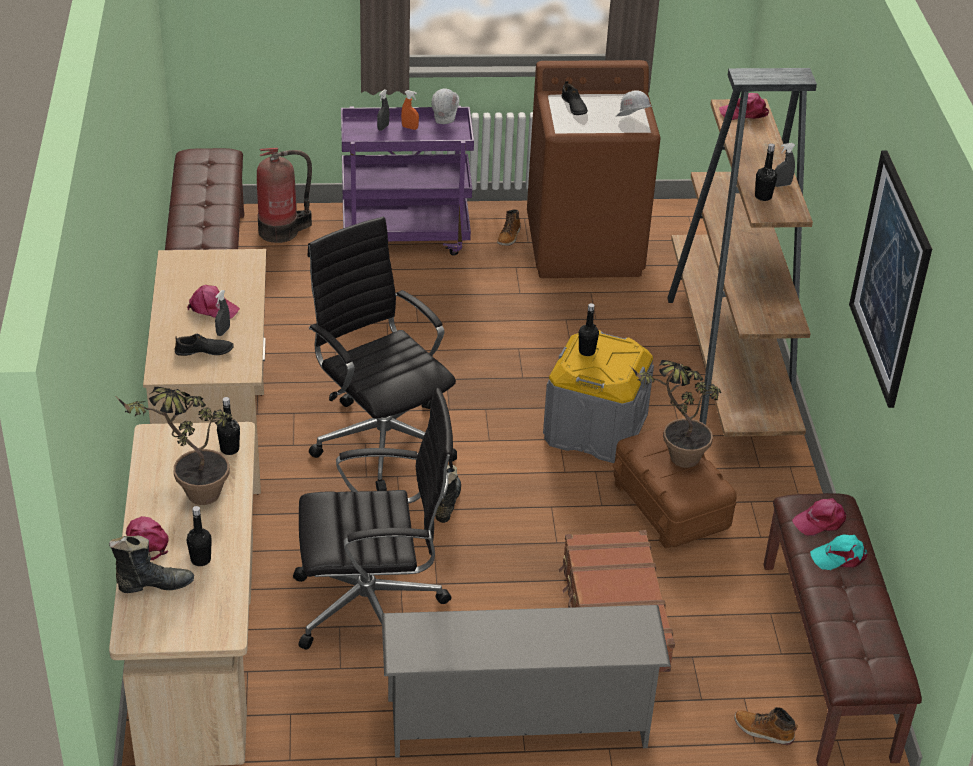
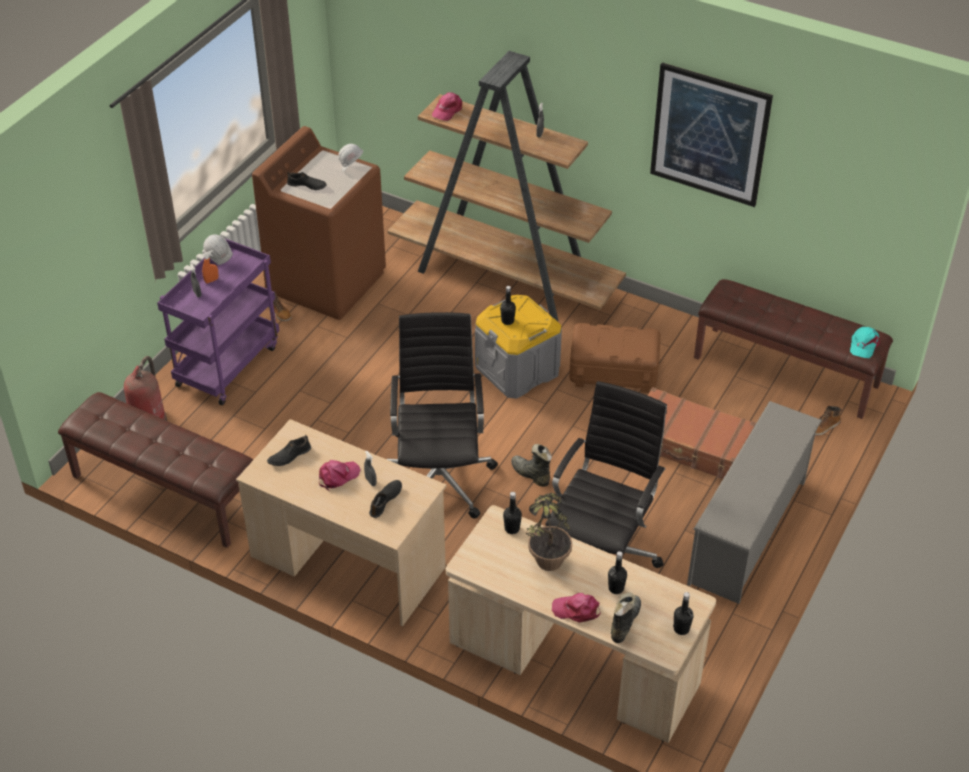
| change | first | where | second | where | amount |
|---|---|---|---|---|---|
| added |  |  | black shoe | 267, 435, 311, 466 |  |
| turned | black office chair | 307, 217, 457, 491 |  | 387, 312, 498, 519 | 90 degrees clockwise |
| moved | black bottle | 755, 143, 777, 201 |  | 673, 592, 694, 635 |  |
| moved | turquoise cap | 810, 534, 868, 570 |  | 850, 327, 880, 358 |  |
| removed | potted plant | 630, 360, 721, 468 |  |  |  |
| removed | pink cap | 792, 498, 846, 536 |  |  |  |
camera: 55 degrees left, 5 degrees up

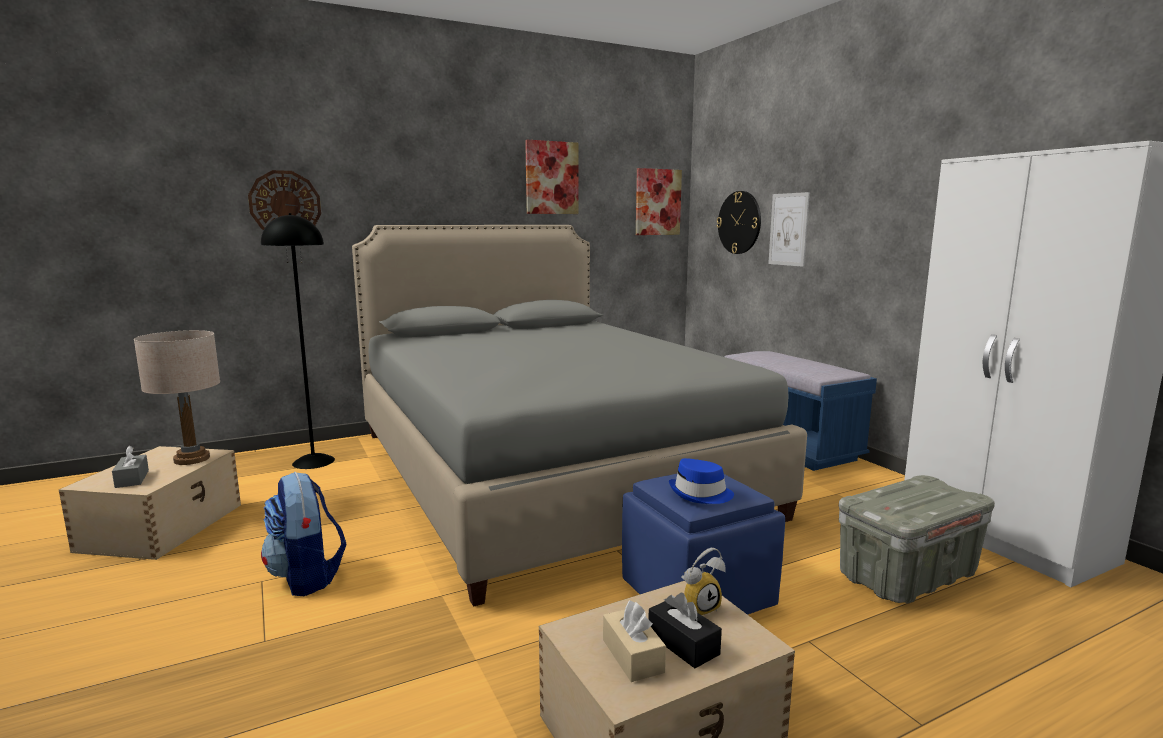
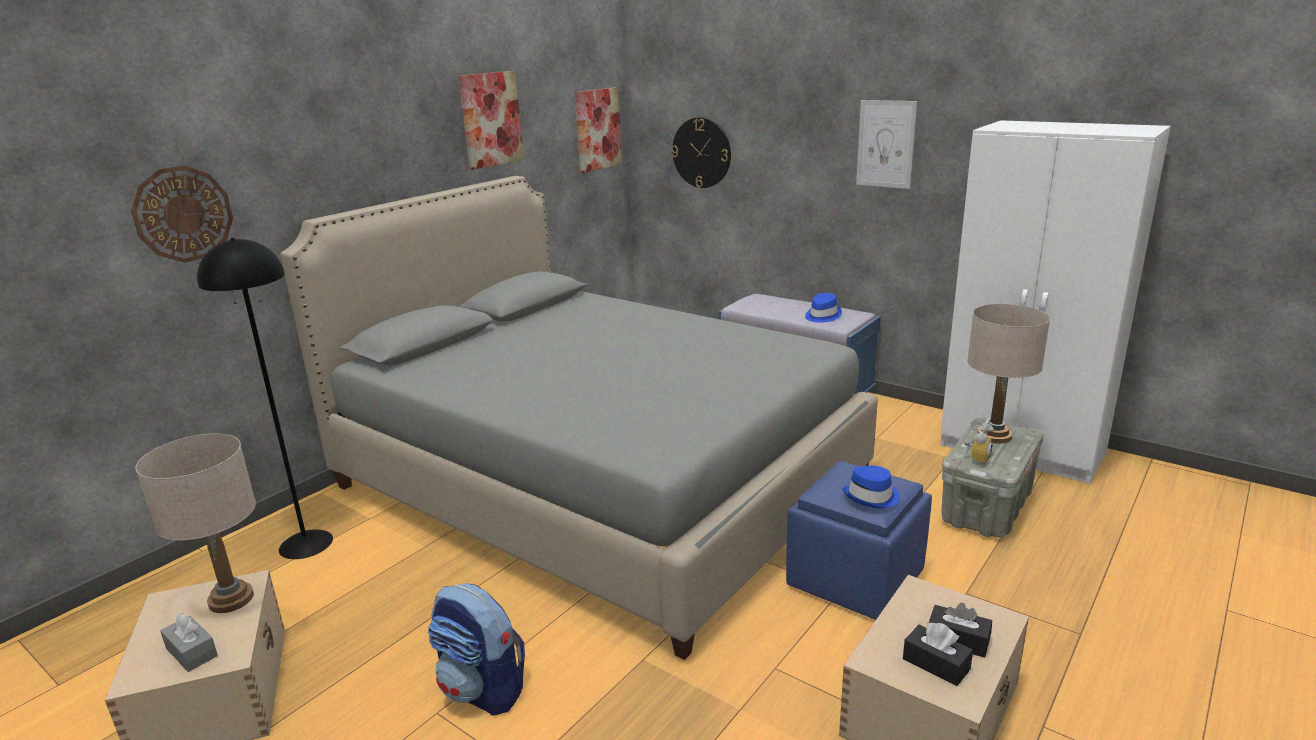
| change | first | where | second | where | amount |
|---|---|---|---|---|---|
| added |  |  | blue hat | 805, 293, 842, 323 |  |
| moved | picture | 768, 192, 810, 267 |  | 856, 100, 917, 189 |  |
| recoloured | beige tissue box | 603, 600, 666, 682 | black tissue box | 903, 623, 973, 686 |  |
| moved | alarm clock | 681, 548, 726, 615 |  | 964, 418, 994, 464 |  |
| added |  |  | beige table lamp | 967, 304, 1050, 444 |  |
camera: 25 degrees left, 10 degrees up

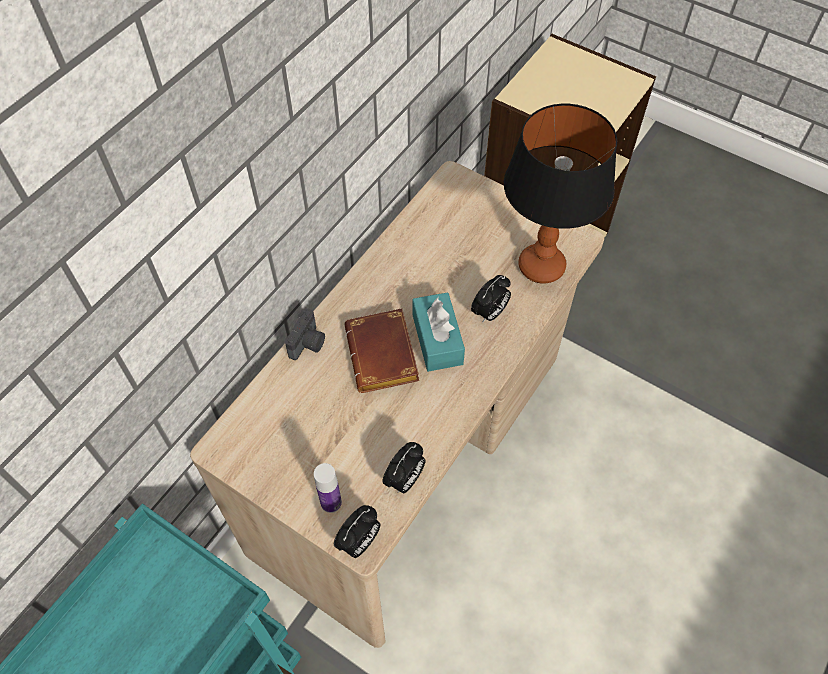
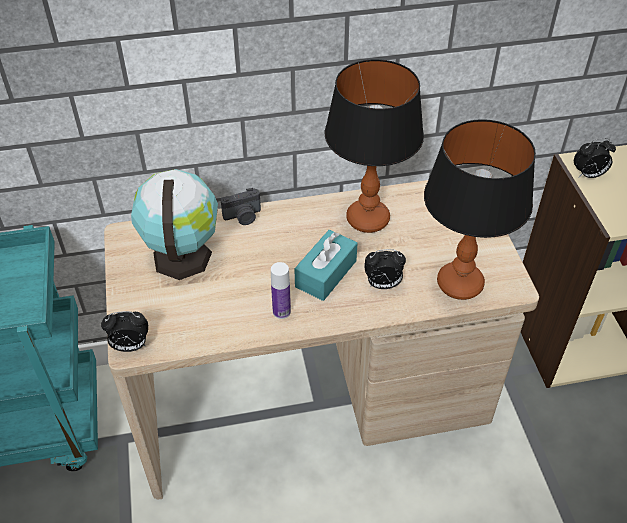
| change | first | where | second | where | amount |
|---|---|---|---|---|---|
| added |  |  | globe | 131, 169, 218, 280 |  |
| moved | bottle | 314, 463, 342, 513 |  | 271, 262, 291, 319 |  |
| added |  |  | table lamp | 325, 59, 424, 233 |  |
| moved | alarm clock | 382, 442, 426, 493 |  | 574, 138, 616, 178 |  |
| removed | brown book | 344, 308, 419, 393 |  |  |  |
camera: 45 degrees right, 10 degrees down

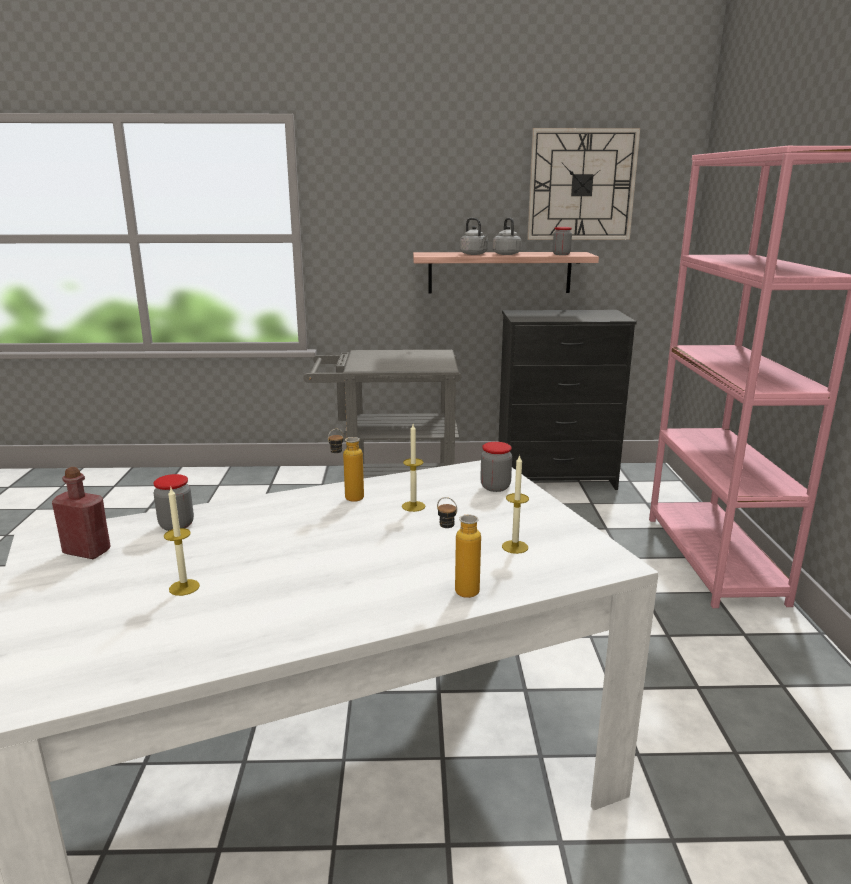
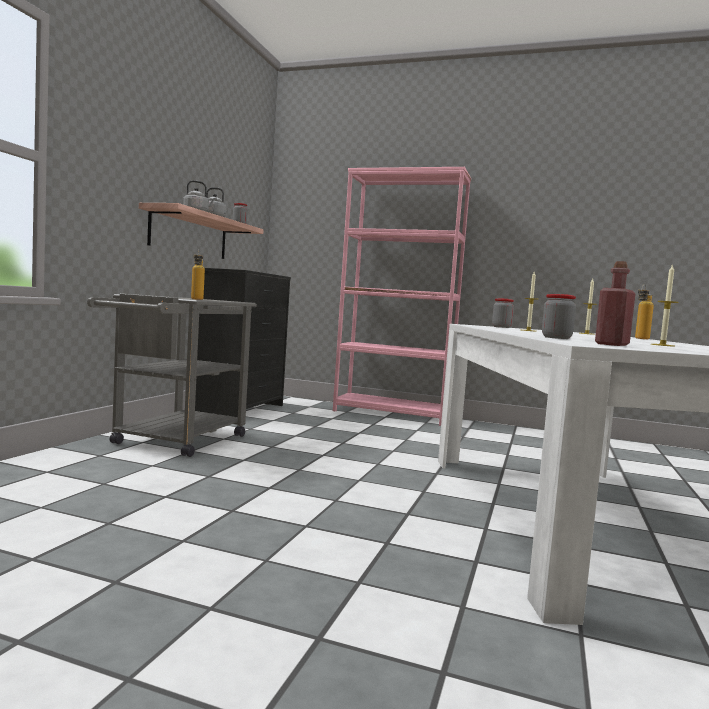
| change | first | where | second | where | amount |
|---|---|---|---|---|---|
| moved | bottle | 328, 429, 364, 502 |  | 191, 250, 205, 300 |  |
| removed | wall clock | 527, 128, 640, 240 |  |  |  |
camera: 70 degrees left, 15 degrees down

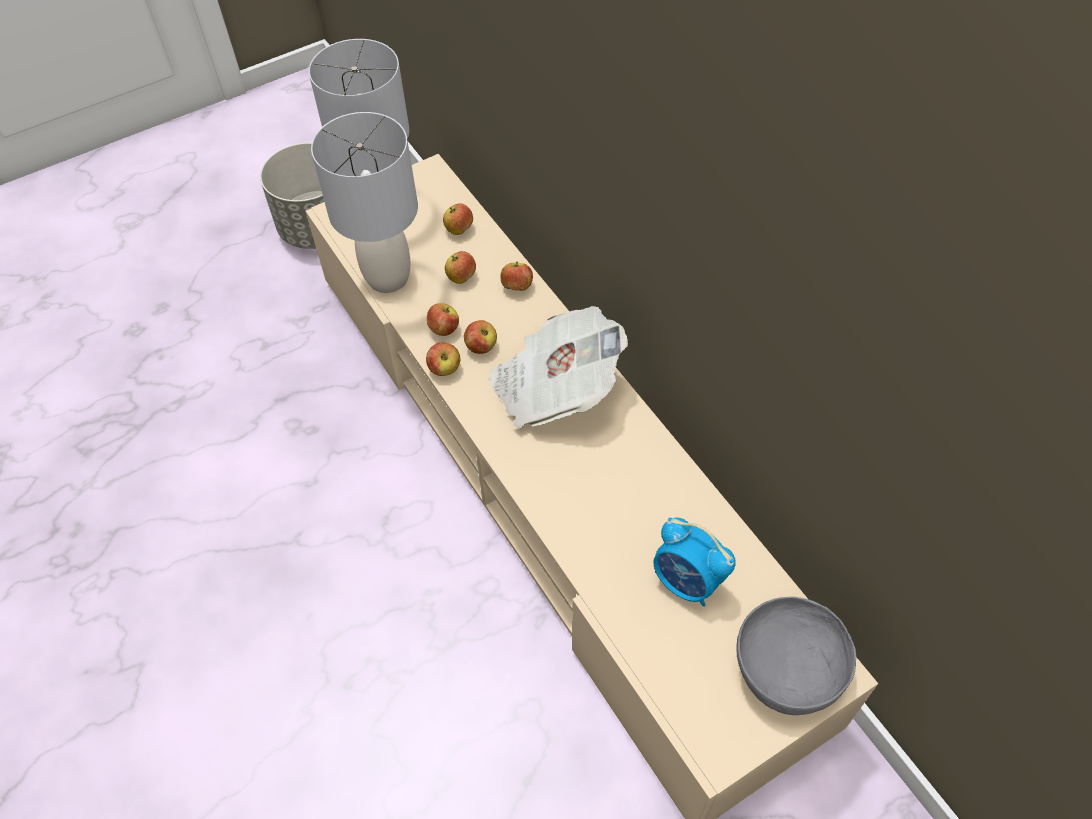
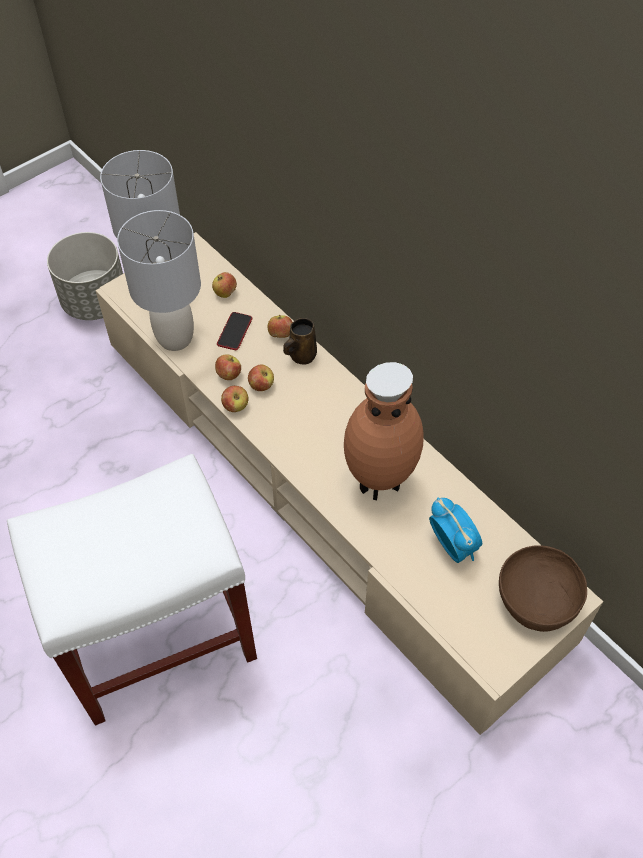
| change | first | where | second | where | amount |
|---|---|---|---|---|---|
| added |  |  | white stool | 7, 454, 257, 725 |  |
| replaced | apple | 445, 251, 476, 284 | phone | 217, 312, 252, 350 |  |
| added |  |  | brown mug | 283, 318, 317, 364 |  |
| added |  |  | brown vase | 344, 362, 424, 500 |  |
| turned | alarm clock | 653, 517, 736, 607 |  | 429, 498, 482, 563 | 150 degrees counterclockwise |
| recoloured | grey bowl | 736, 597, 856, 715 | brown bowl | 499, 545, 587, 632 |  |
| removed | newspaper | 488, 306, 628, 429 |  |  |  |
camera: 10 degrees left, 0 degrees up

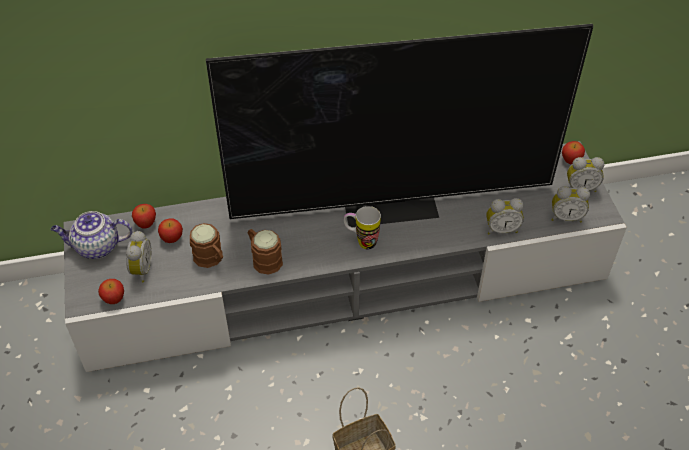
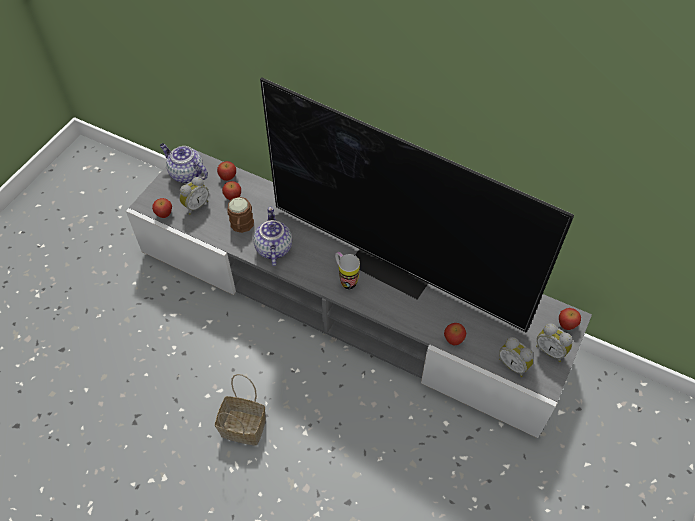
| change | first | where | second | where | amount |
|---|---|---|---|---|---|
| replaced | brown mug | 247, 229, 283, 275 | teapot | 253, 206, 292, 266 |  |
| replaced | alarm clock | 486, 198, 524, 235 | apple | 444, 323, 466, 346 |  |
camera: 40 degrees right, 5 degrees up

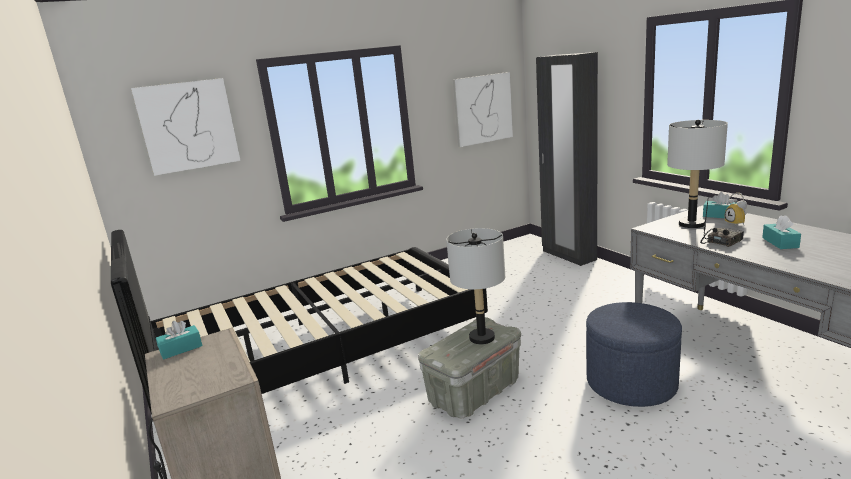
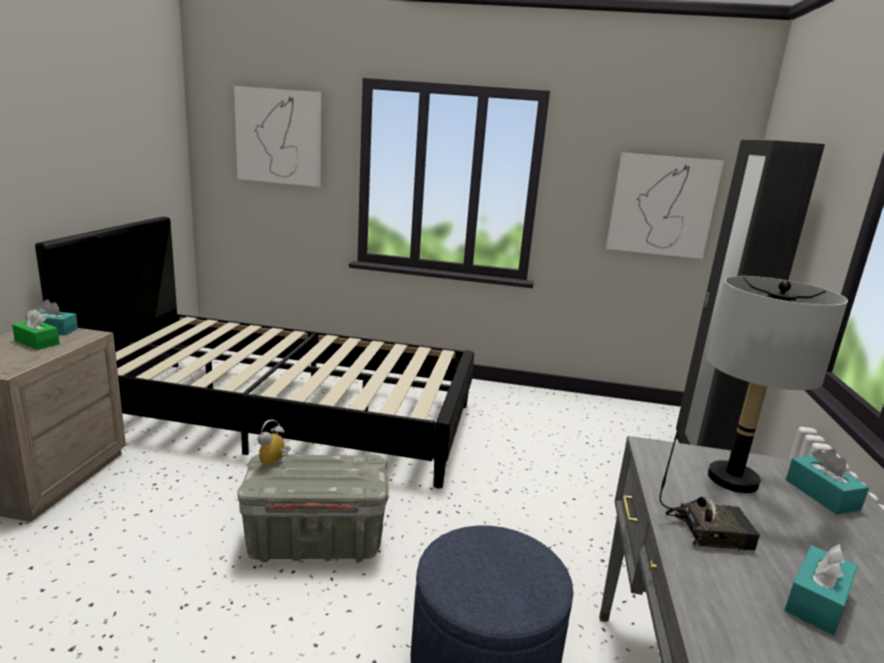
| change | first | where | second | where | amount |
|---|---|---|---|---|---|
| added |  |  | green tissue box | 12, 309, 60, 350 |  |
| moved | alarm clock | 725, 193, 747, 225 |  | 257, 419, 291, 468 |  |
| removed | grey table lamp | 446, 228, 505, 344 |  |  |  |
camera: 35 degrees right, 0 degrees up

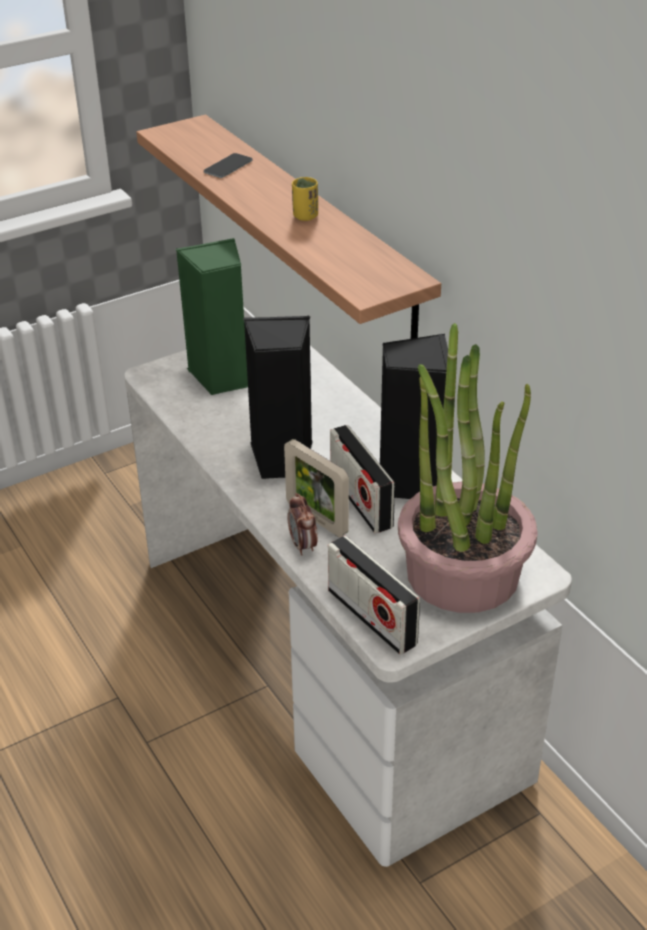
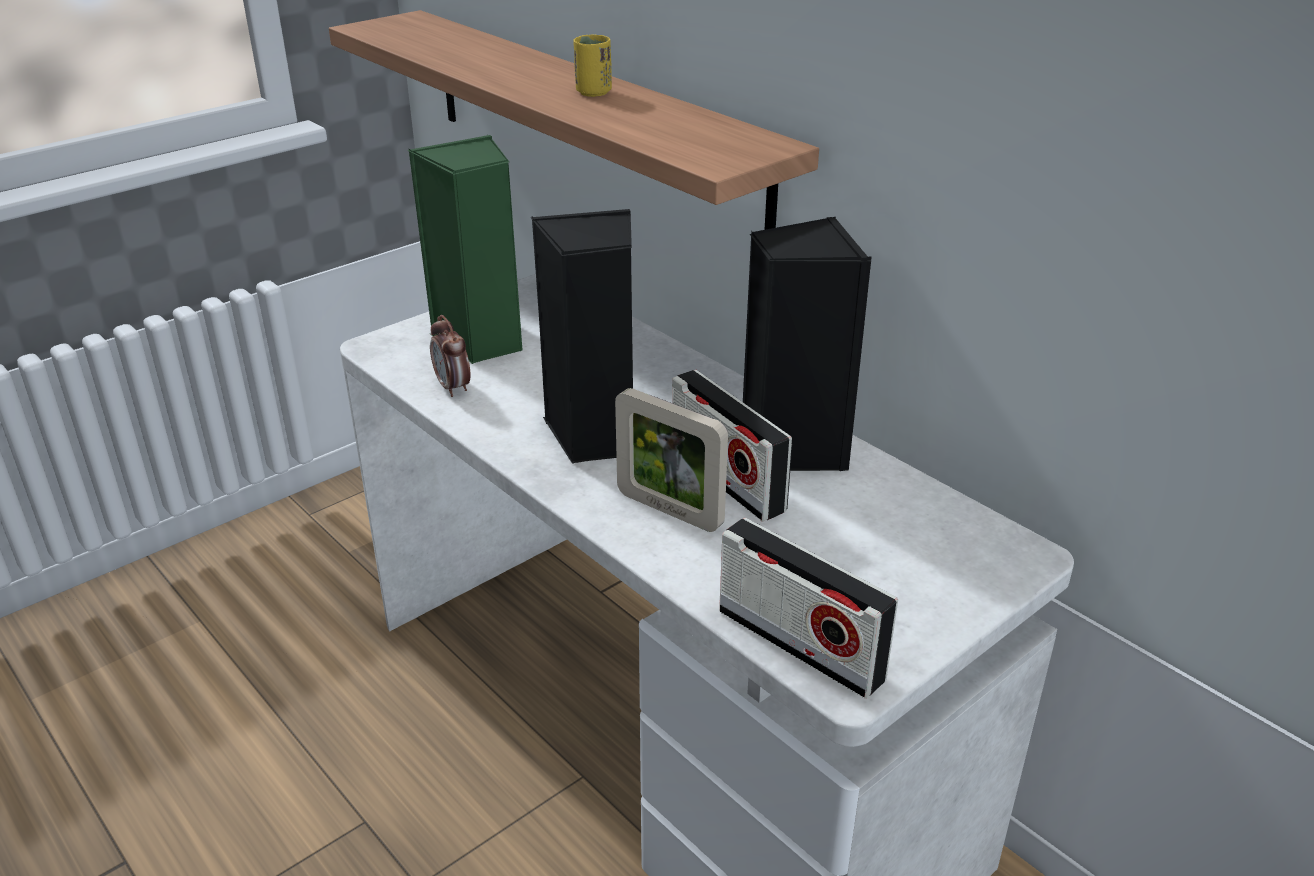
| change | first | where | second | where | amount |
|---|---|---|---|---|---|
| moved | alarm clock | 287, 493, 317, 556 |  | 430, 315, 470, 397 |  |
| removed | phone | 204, 153, 252, 178 |  |  |  |
| removed | potted plant | 398, 323, 538, 613 |  |  |  |
camera: 10 degrees left, 5 degrees down

